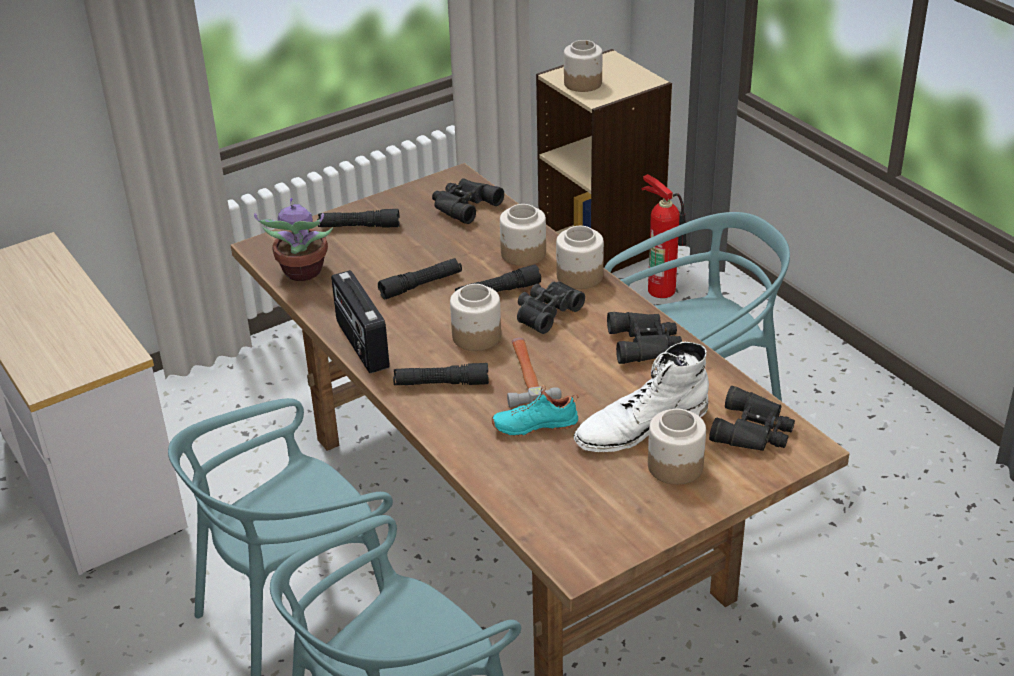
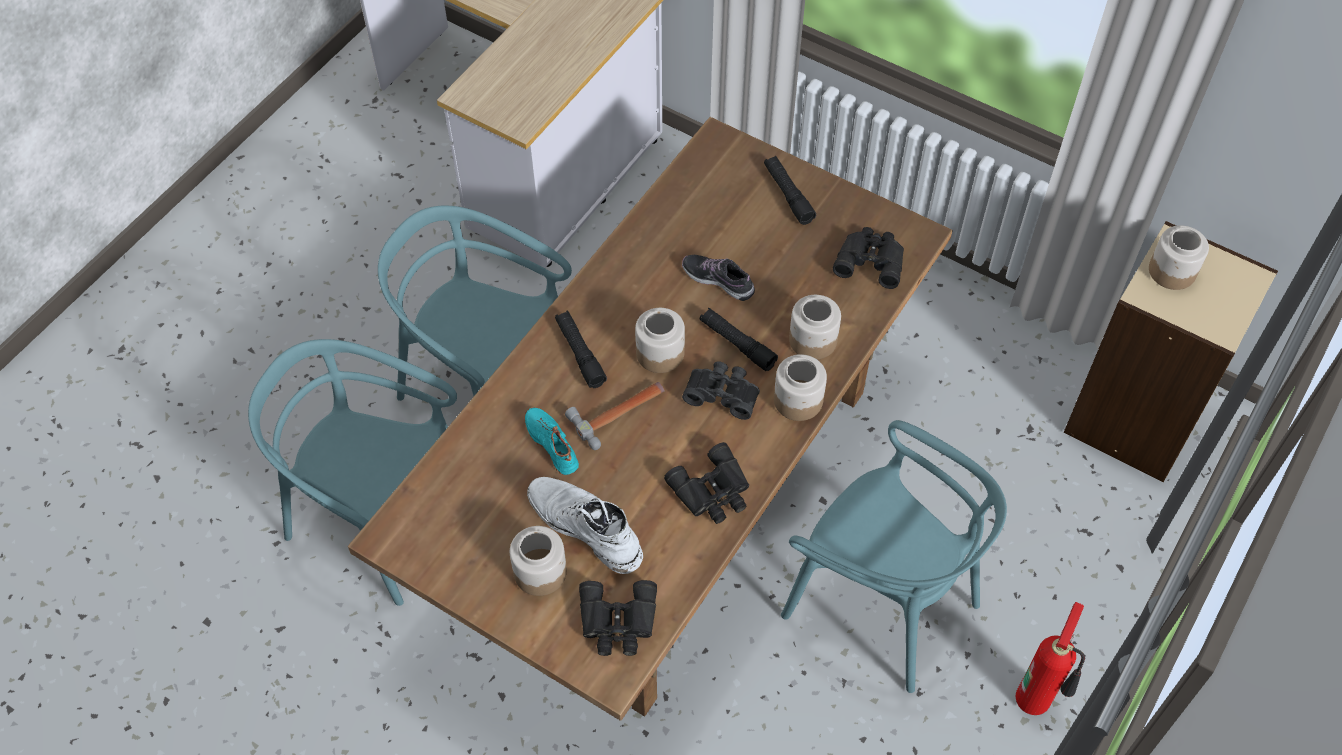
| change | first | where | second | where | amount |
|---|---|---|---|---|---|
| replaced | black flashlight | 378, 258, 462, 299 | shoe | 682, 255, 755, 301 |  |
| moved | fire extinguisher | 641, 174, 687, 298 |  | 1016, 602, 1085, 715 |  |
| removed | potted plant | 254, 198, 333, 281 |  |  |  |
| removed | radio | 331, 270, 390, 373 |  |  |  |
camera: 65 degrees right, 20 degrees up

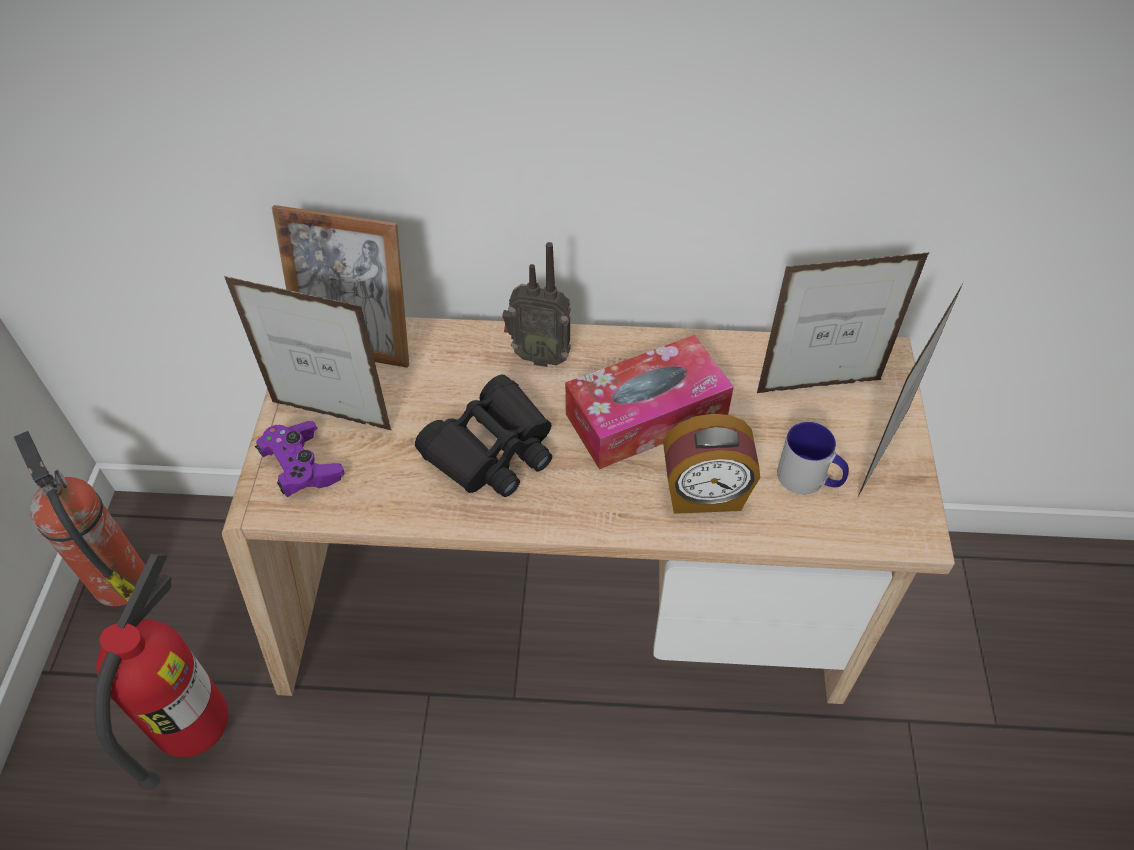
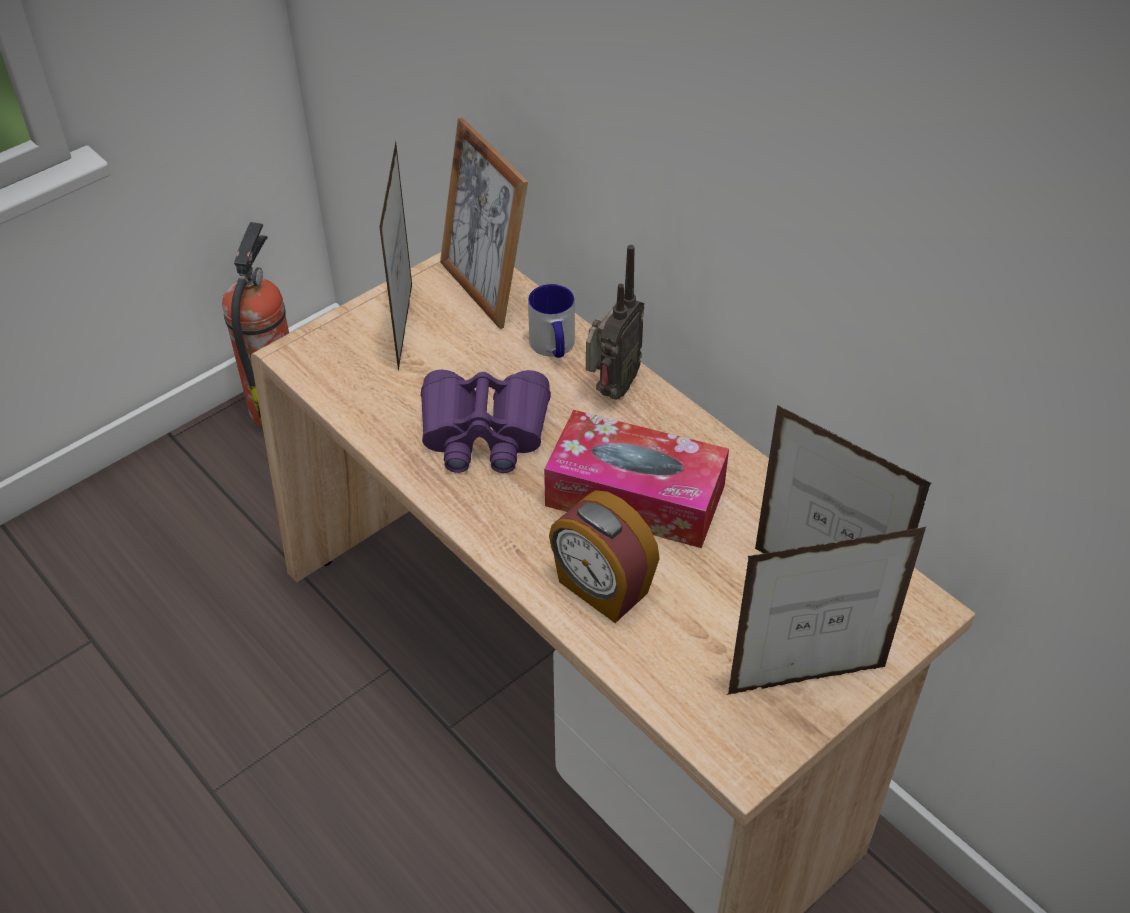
| change | first | where | second | where | amount |
|---|---|---|---|---|---|
| turned | picture frame | 224, 276, 392, 431 |  | 379, 142, 412, 371 | 150 degrees counterclockwise |
| recoloured | black binoculars | 415, 375, 552, 497 | purple binoculars | 421, 370, 551, 473 |  |
| moved | mug | 777, 422, 849, 494 |  | 528, 284, 575, 358 |  |
| turned | radio | 502, 242, 571, 367 |  | 586, 245, 644, 400 | 120 degrees counterclockwise |
| removed | fire extinguisher | 94, 554, 228, 790 |  |  |  |
| removed | purple game controller | 255, 421, 345, 497 |  |  |  |
camera: 45 degrees right, 5 degrees down

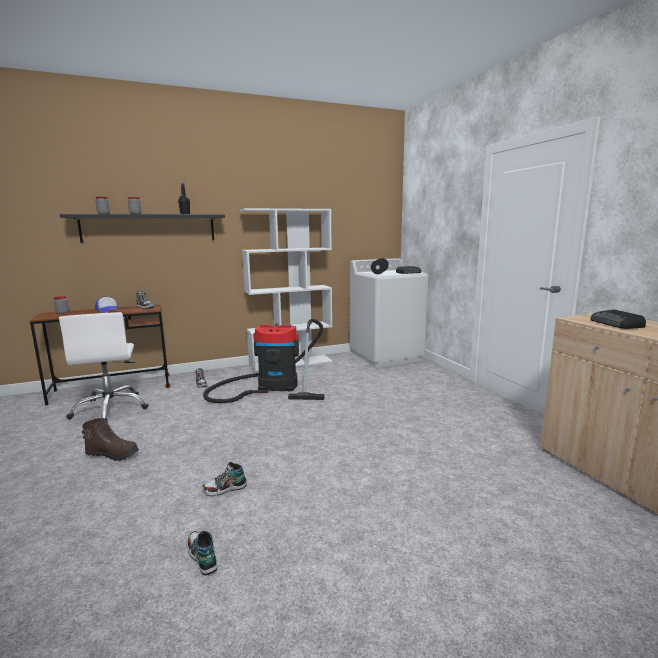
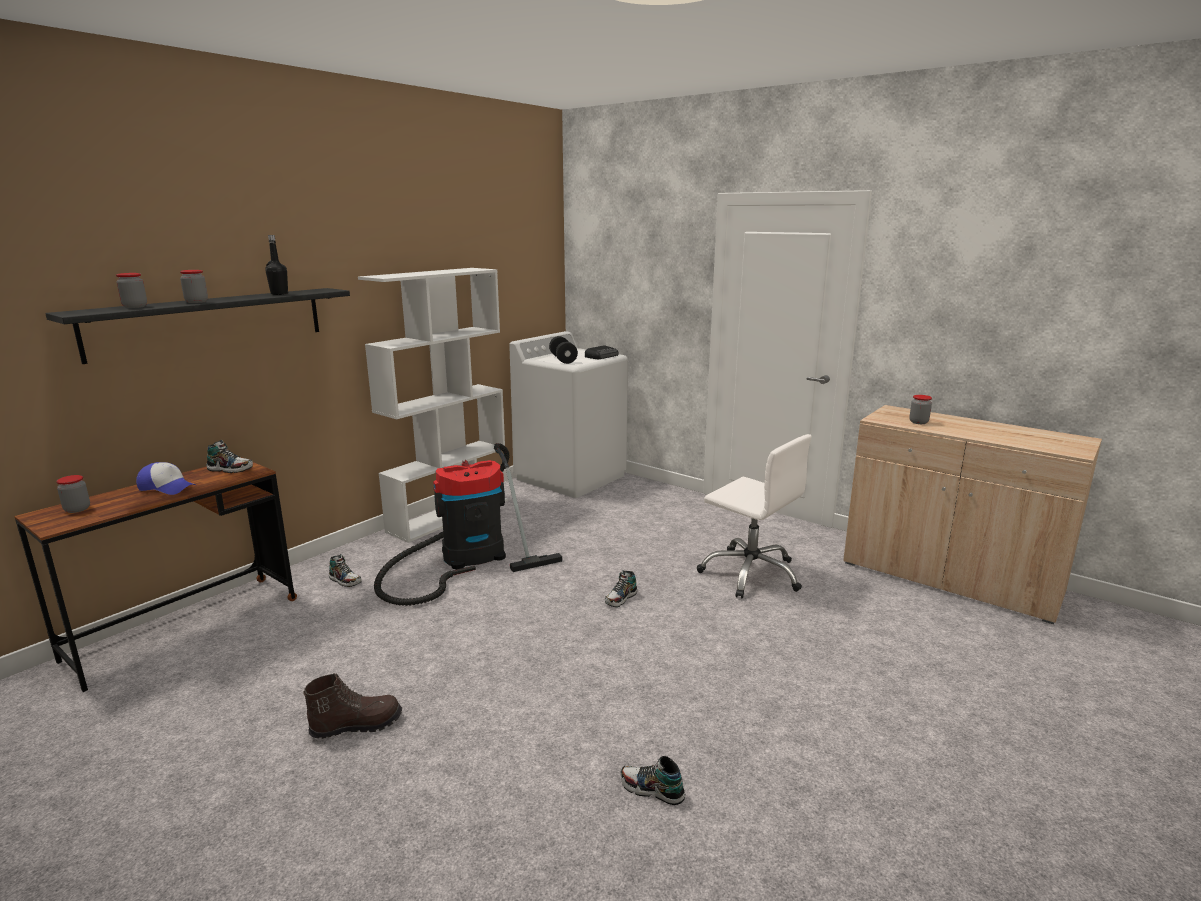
| change | first | where | second | where | amount |
|---|---|---|---|---|---|
| moved | shoe | 202, 462, 247, 496 |  | 605, 570, 637, 607 |  |
| moved | white office chair | 59, 312, 149, 422 |  | 697, 434, 812, 599 |  |
| replaced | radio | 591, 310, 646, 329 | jar | 909, 395, 932, 424 |  |
camera: 30 degrees left, 5 degrees up

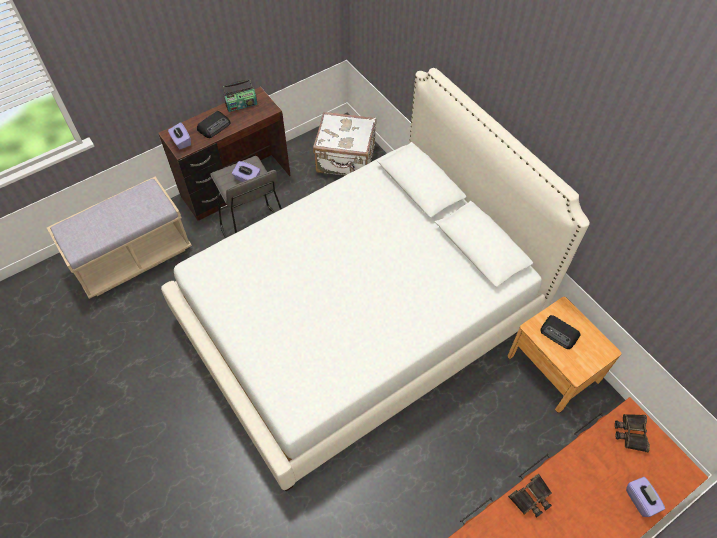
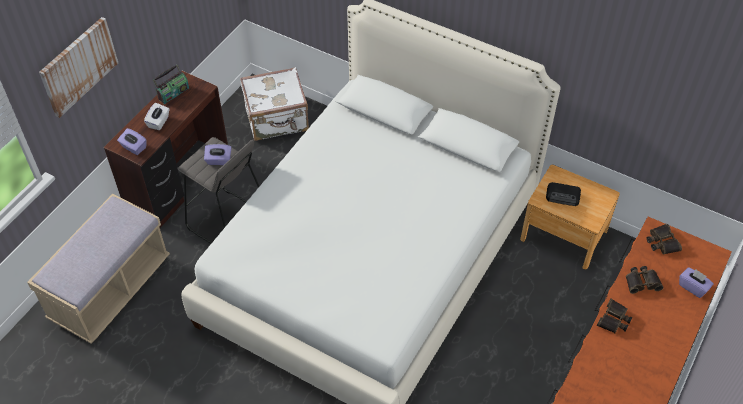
| change | first | where | second | where | amount |
|---|---|---|---|---|---|
| added |  |  | picture | 39, 17, 118, 118 |  |
| replaced | radio | 197, 111, 231, 138 | white tissue box | 144, 103, 170, 130 |  |
| added |  |  | binoculars | 626, 266, 664, 294 |  |
camera: 25 degrees left, 5 degrees down

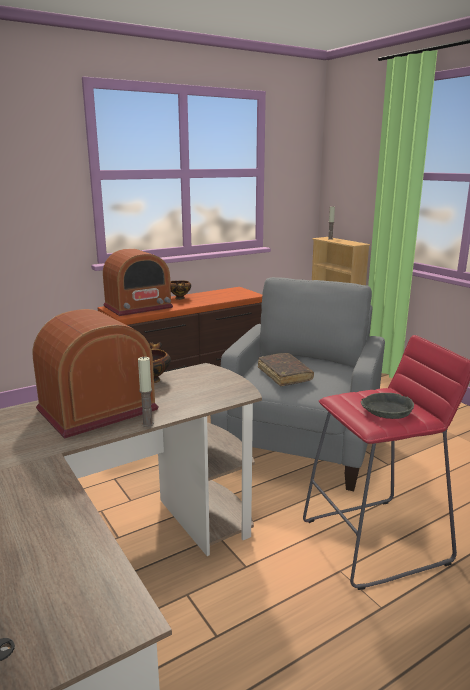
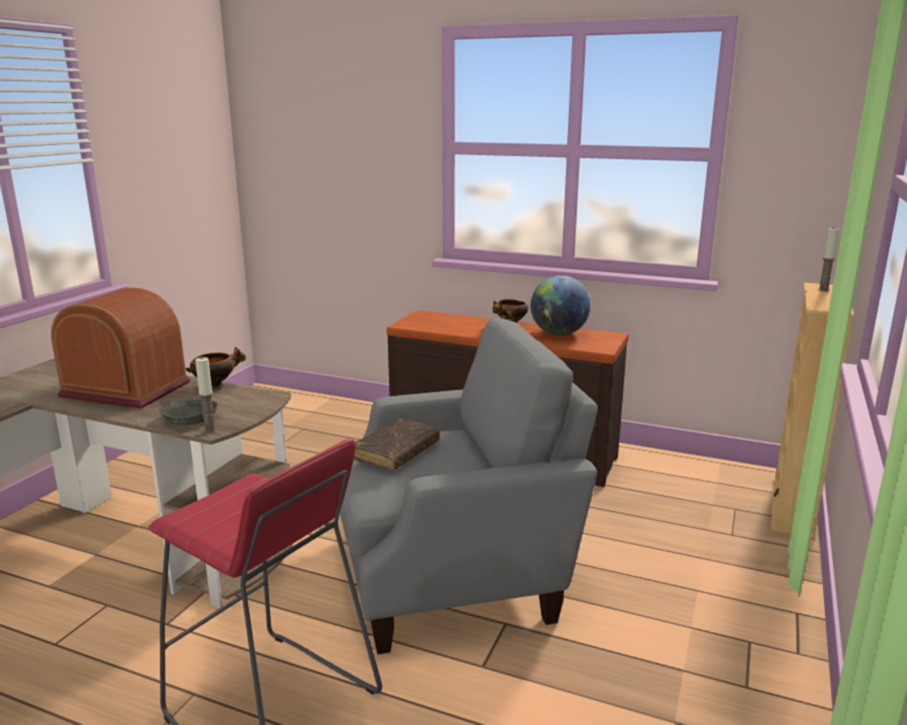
| change | first | where | second | where | amount |
|---|---|---|---|---|---|
| moved | grey bowl | 361, 393, 414, 419 |  | 159, 399, 218, 425 |  |
| moved | candle | 138, 356, 154, 427 |  | 195, 357, 217, 434 |  |
| added |  |  | globe | 531, 276, 591, 335 |  |
| removed | radio | 103, 248, 173, 316 |  |  |  |
camera: 55 degrees right, 0 degrees up

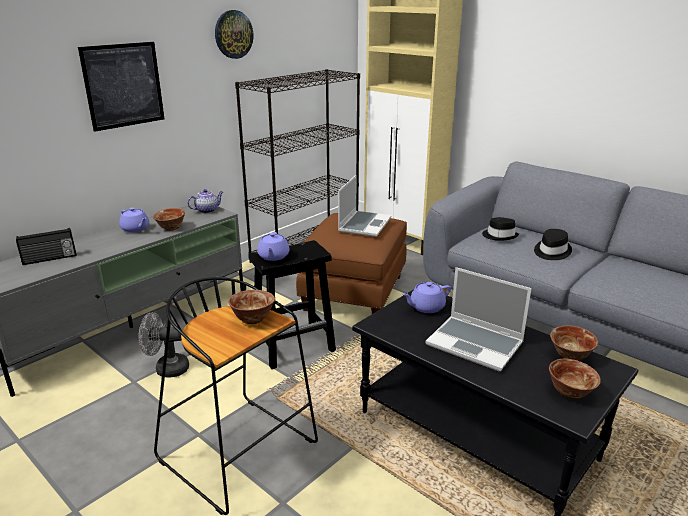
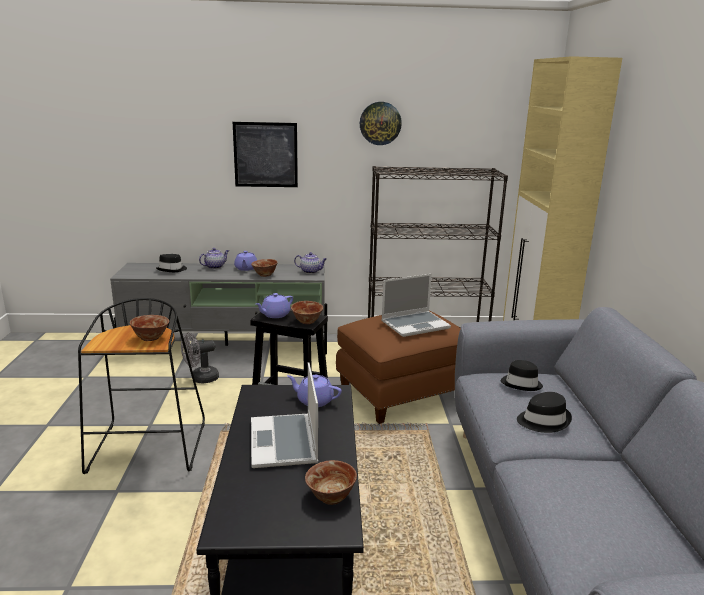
| change | first | where | second | where | amount |
|---|---|---|---|---|---|
| replaced | radio | 16, 228, 77, 265 | black hat | 155, 254, 187, 272 |  |
| turned | grey fan | 139, 312, 189, 378 |  | 181, 332, 219, 383 | 75 degrees counterclockwise |
| added |  |  | teapot | 199, 248, 229, 269 |  |
| moved | bowl | 549, 359, 601, 399 |  | 291, 301, 323, 324 |  |
camera: 45 degrees right, 5 degrees down

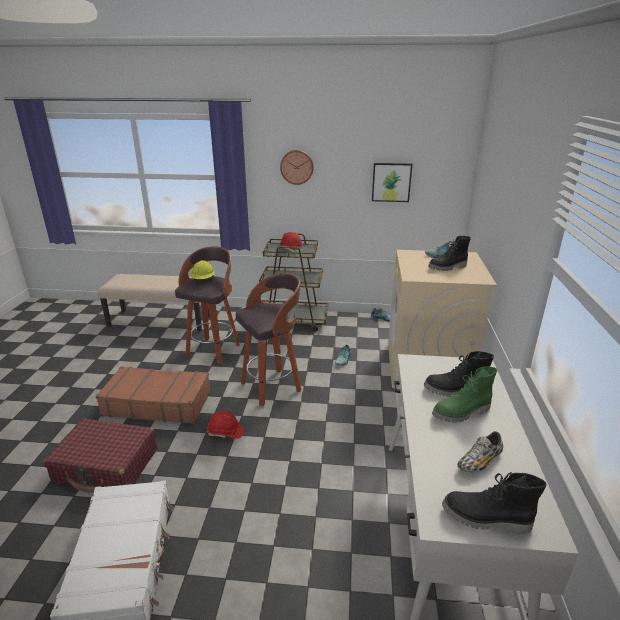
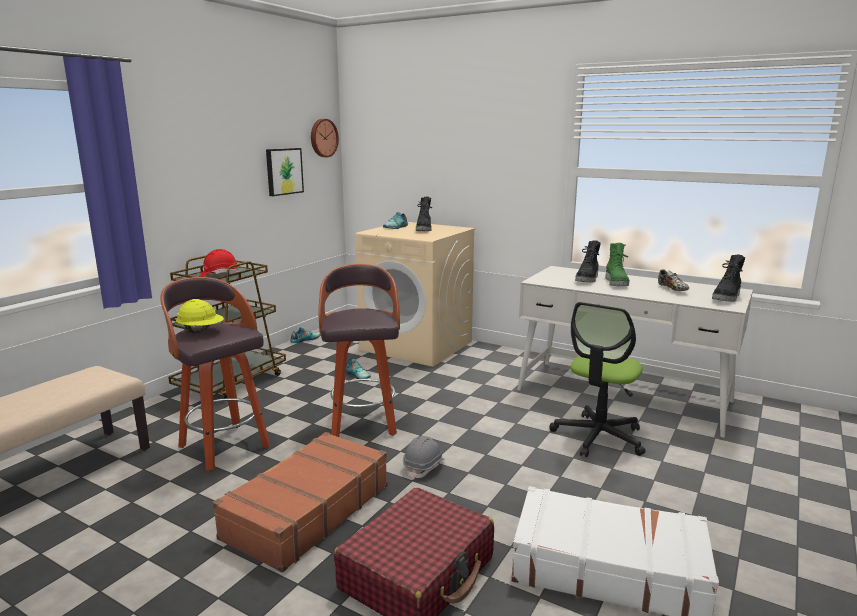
| change | first | where | second | where | amount |
|---|---|---|---|---|---|
| moved | wall clock | 280, 150, 314, 185 |  | 311, 119, 339, 157 |  |
| recoloured | red hard hat | 207, 410, 244, 438 | grey hard hat | 403, 436, 445, 480 |  |
| added |  |  | office chair | 549, 302, 645, 457 |  |
camera: 65 degrees left, 10 degrees down

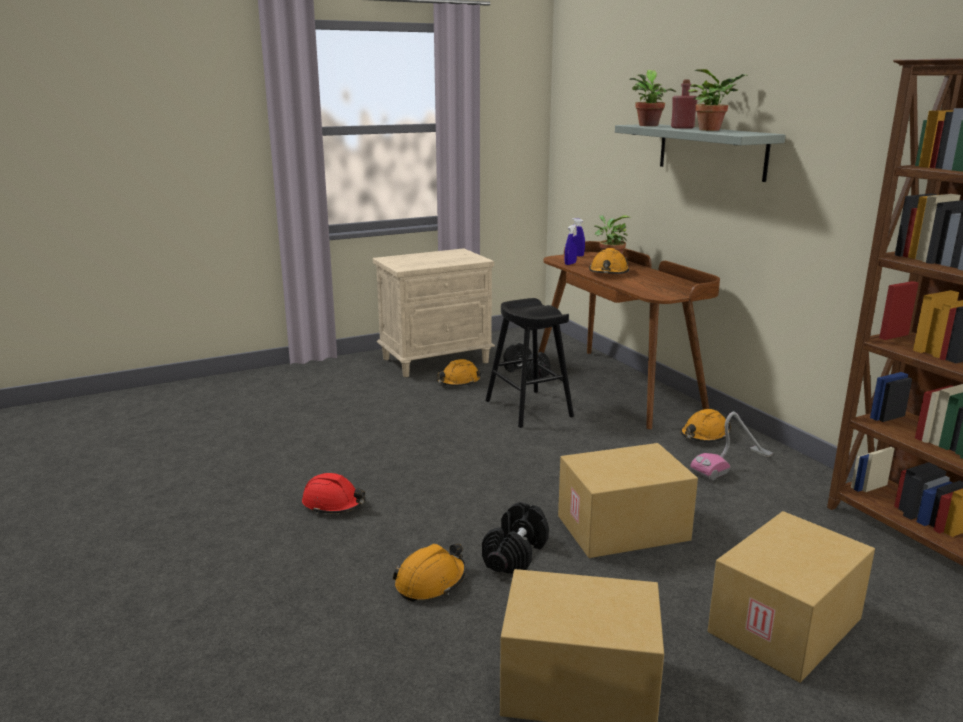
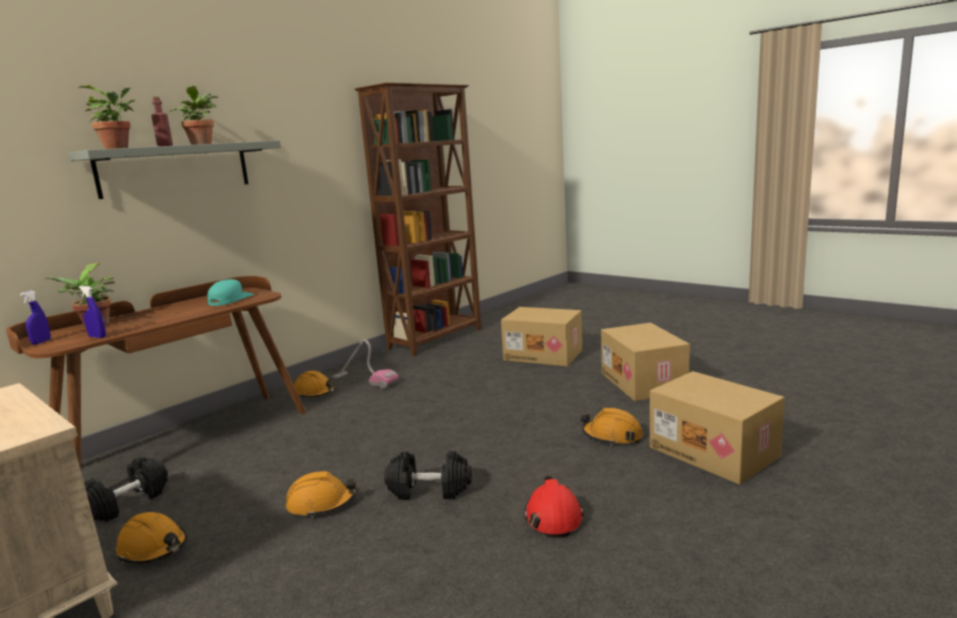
| change | first | where | second | where | amount |
|---|---|---|---|---|---|
| added |  |  | turquoise cap | 208, 279, 254, 306 |  |
| moved | orange hard hat | 589, 248, 629, 274 |  | 286, 471, 356, 518 |  |
| moved | black dumbbell | 482, 502, 549, 574 |  | 384, 451, 472, 500 |  |
| moved | cardboard box | 558, 443, 698, 558 |  | 650, 371, 785, 485 |  |
| removed | black stool | 486, 298, 574, 428 |  |  |  |
camera: 110 degrees left, 5 degrees down

